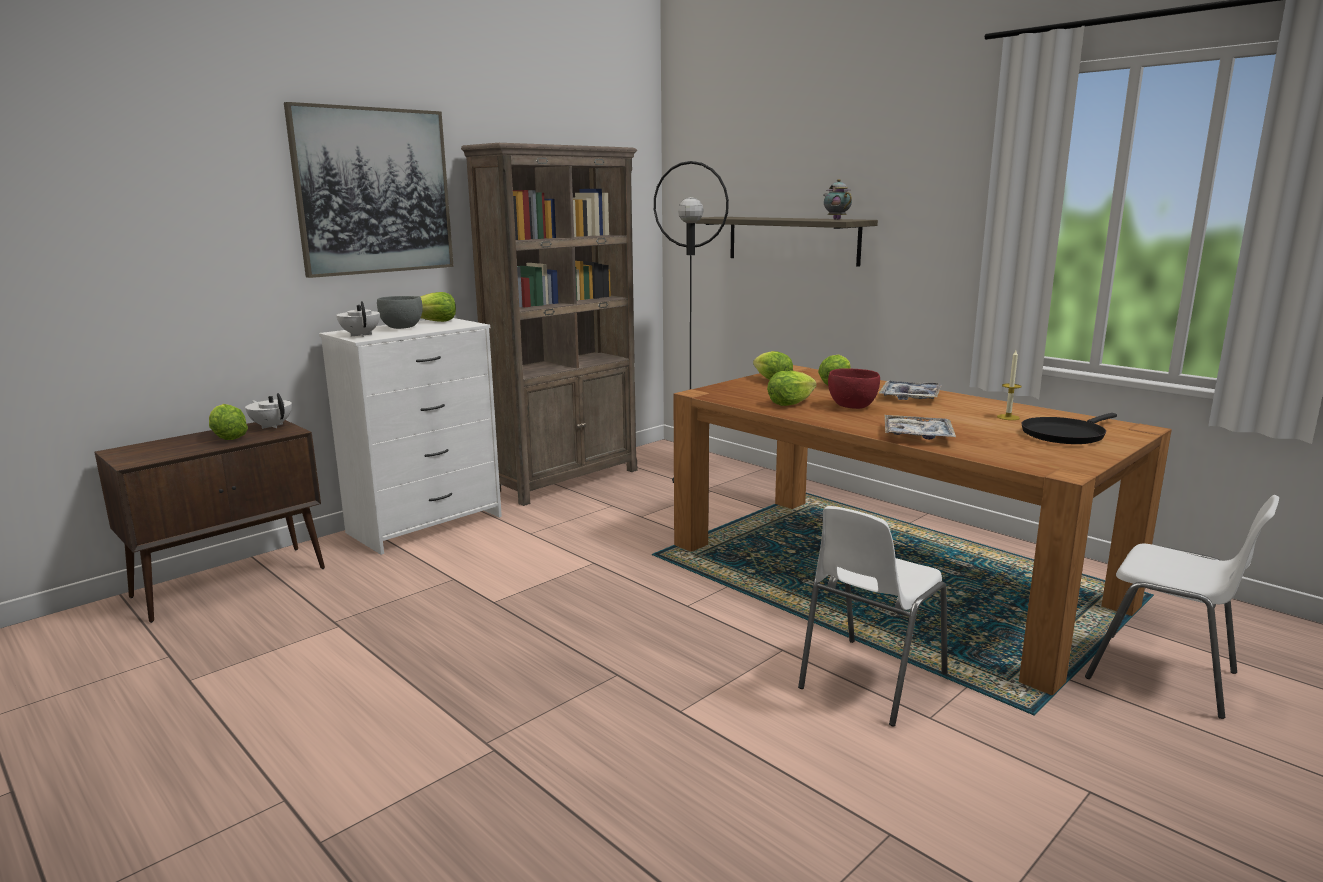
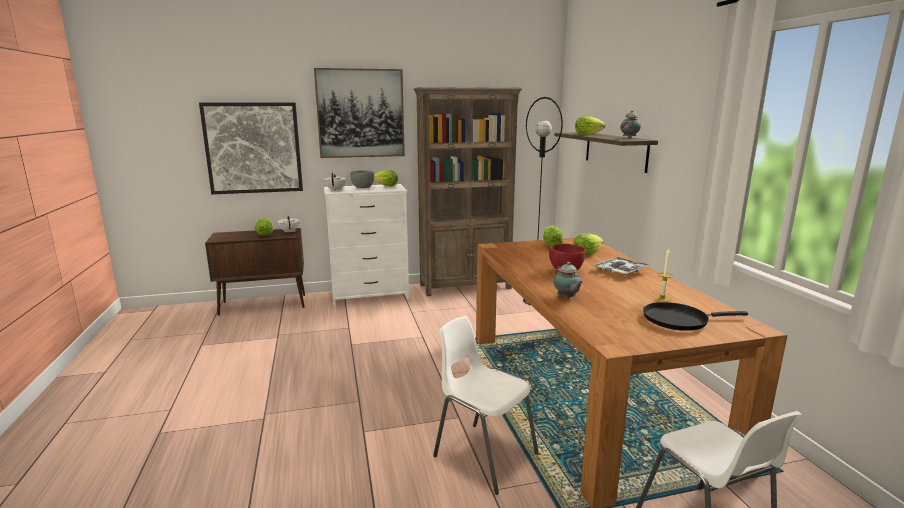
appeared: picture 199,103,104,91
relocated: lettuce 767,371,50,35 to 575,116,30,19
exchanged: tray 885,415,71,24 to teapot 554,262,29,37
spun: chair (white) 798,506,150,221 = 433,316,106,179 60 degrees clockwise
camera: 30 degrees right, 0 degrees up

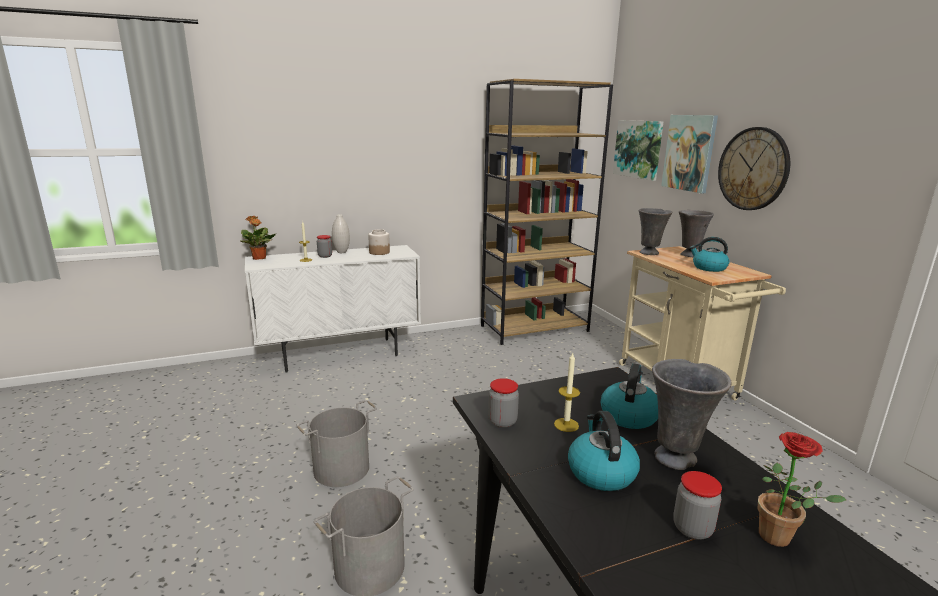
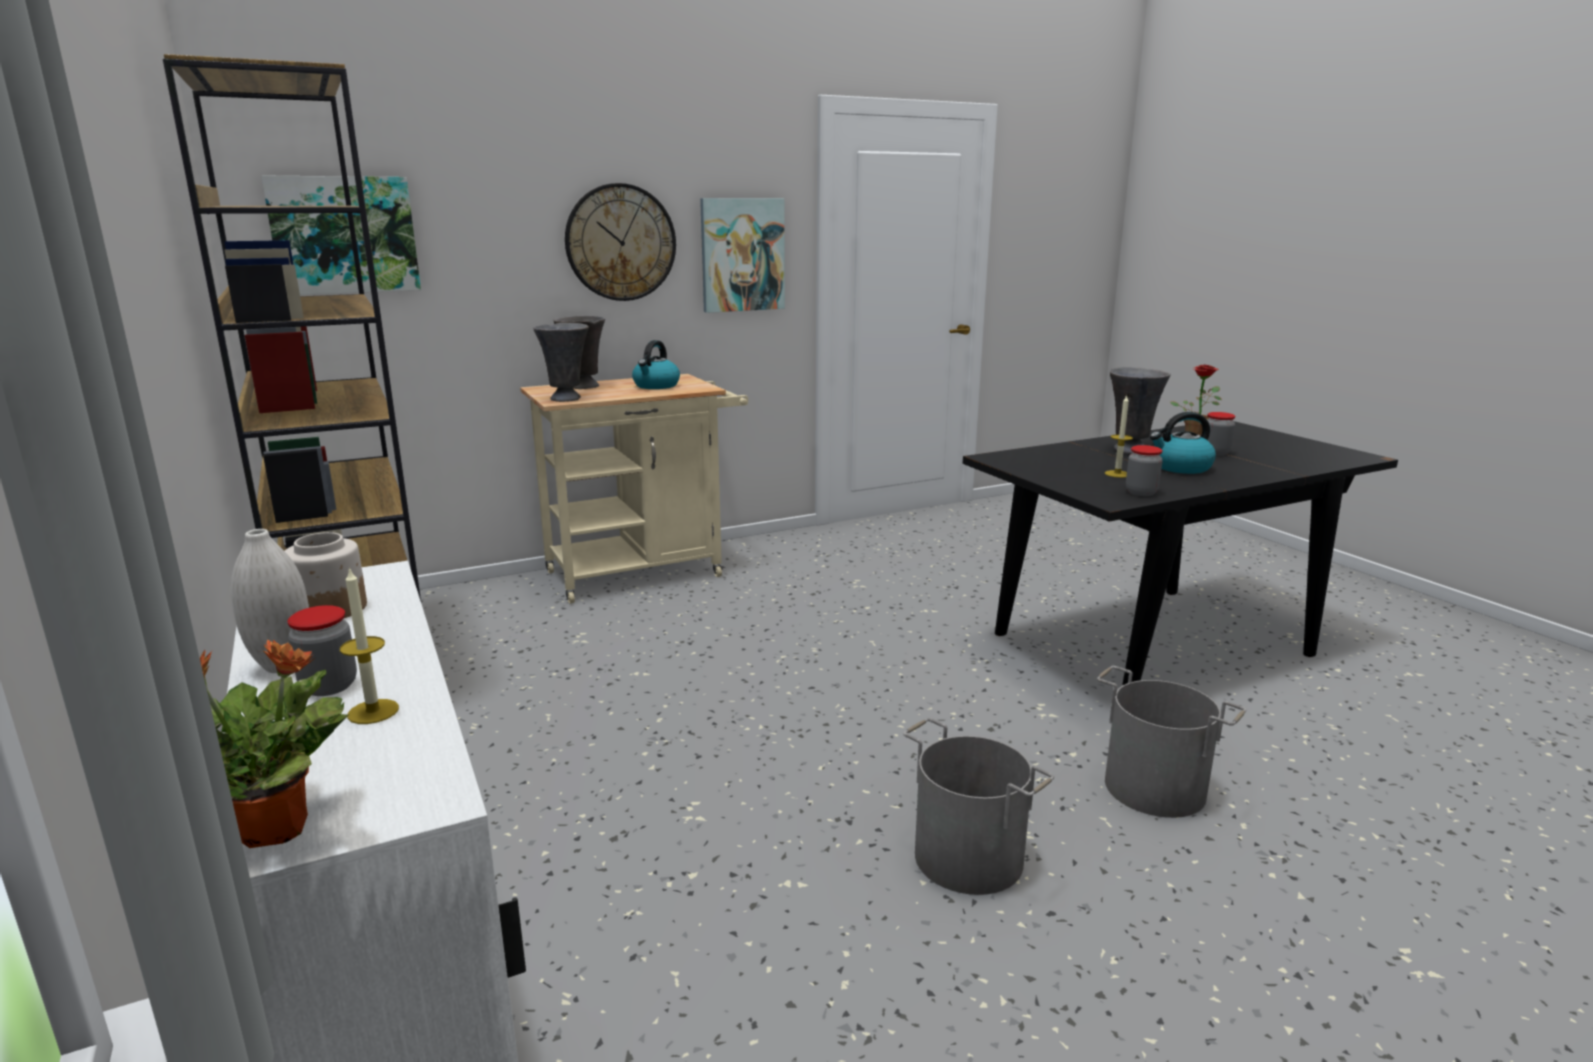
missing: kettle 601,363,57,66
relocated: picture 661,115,57,79 to 700,198,85,115
camera: 95 degrees left, 0 degrees up

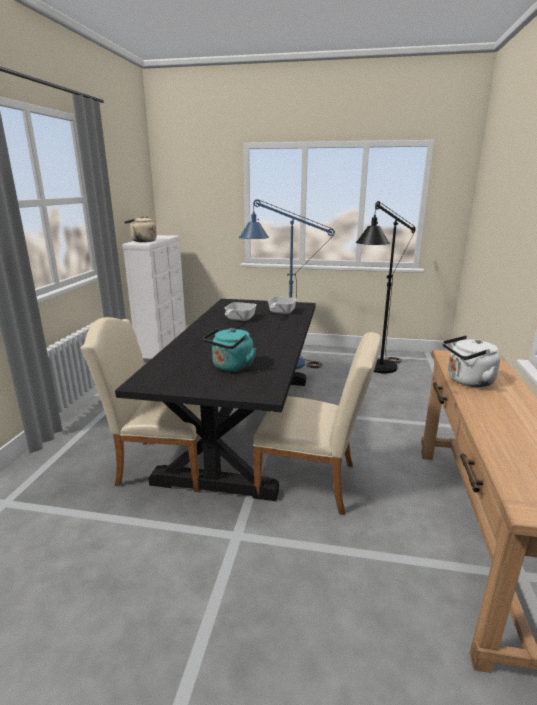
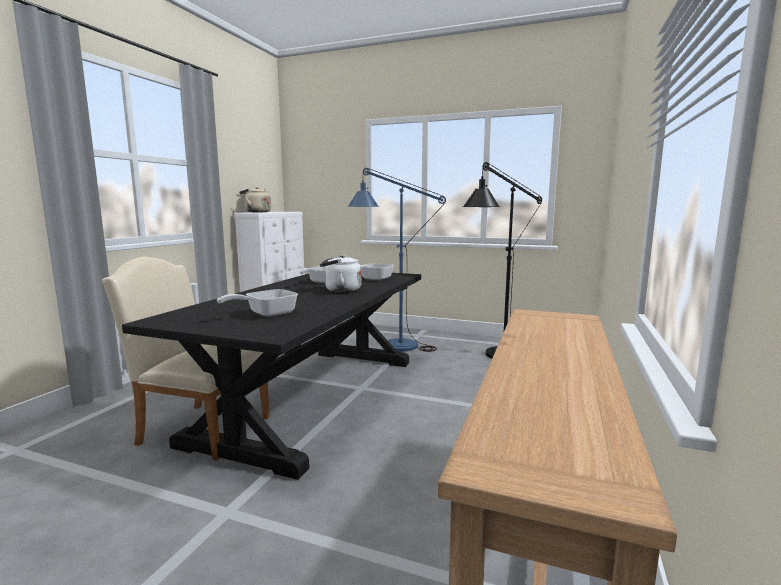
missing: chair (beige) 253,332,128,183
relocated: kettle (white) 443,336,57,51 to 320,255,42,37
exchanged: kettle (turquoise) 203,328,54,44 to frying pan 217,289,81,28
camera: 10 degrees right, 10 degrees down

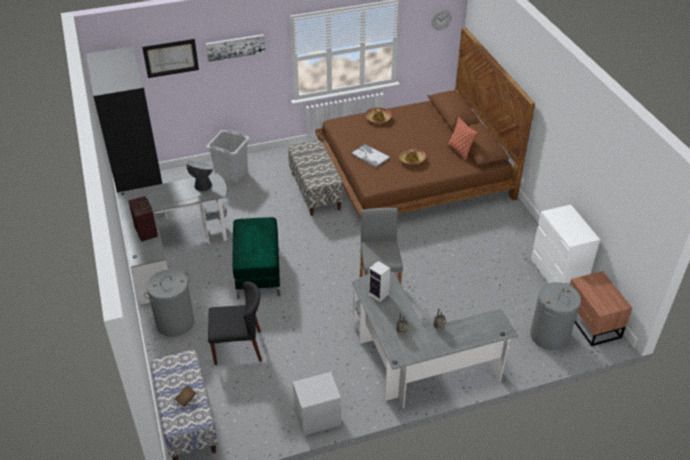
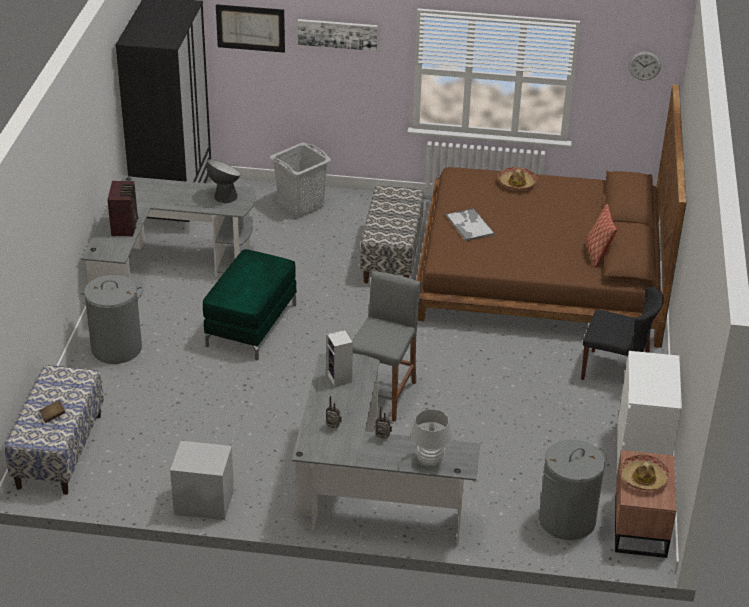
appeared: table lamp (white) 411,409,41,57
relocated: hat 397,147,29,18 to 620,454,50,36; chair (black) 208,281,54,84 to 581,287,83,93
camera: 25 degrees right, 5 degrees down

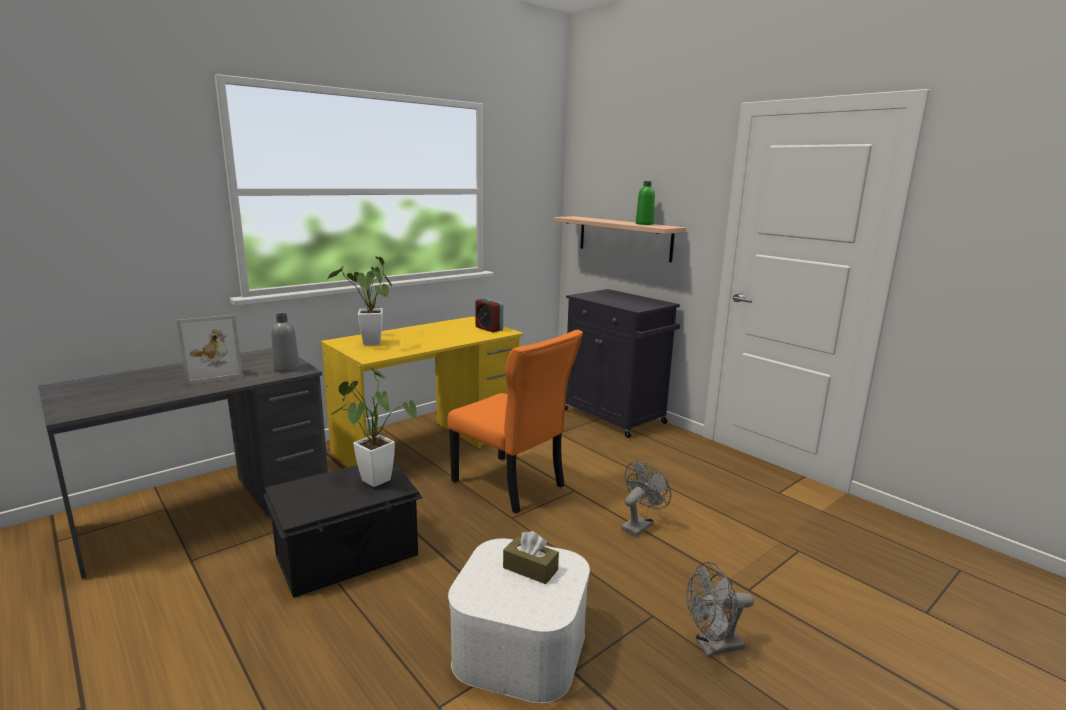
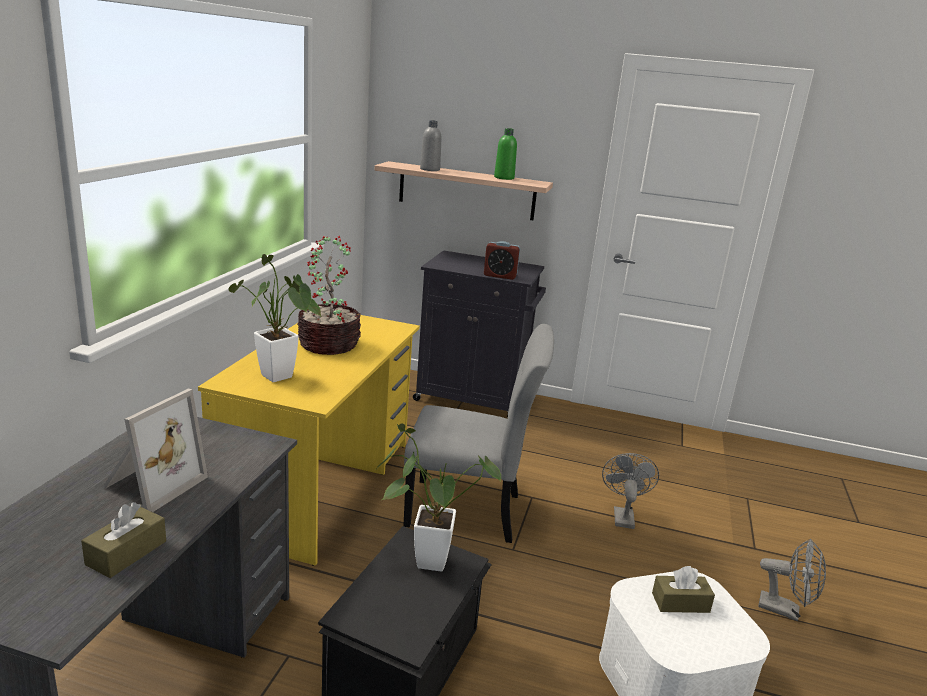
appeared: potted plant 297,236,64,119; tissue box (brown) 81,502,85,76
relocated: alarm clock 475,298,28,34 to 484,241,36,39; bottle (grey) 271,313,29,59 to 420,120,21,51
colour: chair (orange) 447,330,136,184 to chair (grey) 403,324,151,219
spun: fan (grey) 686,562,68,95 = 758,539,68,82 105 degrees counterclockwise
camera: 35 degrees left, 5 degrees up

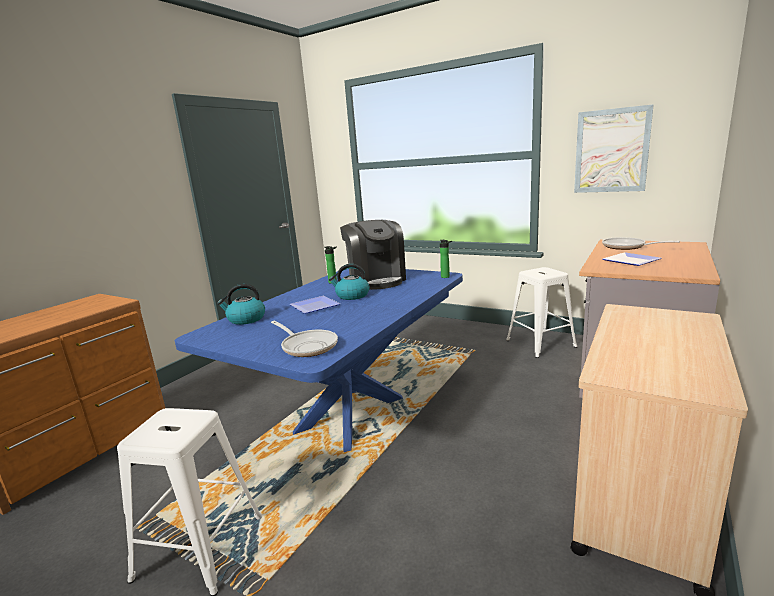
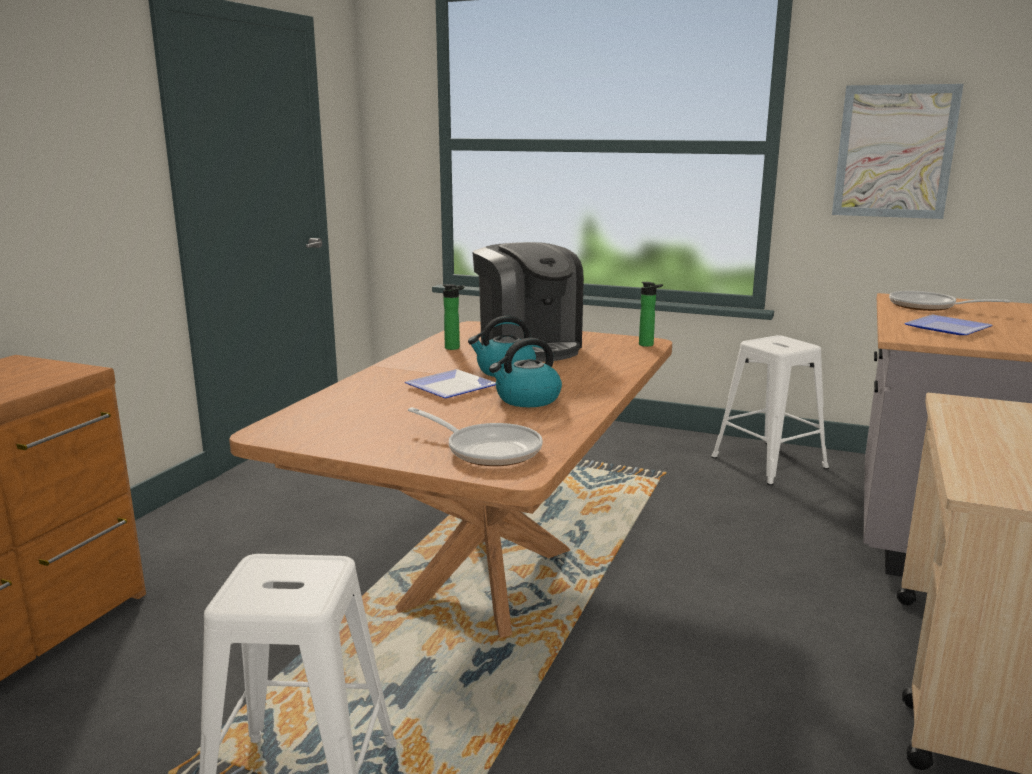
relocated: kettle 217,284,48,41 to 489,338,73,69
colour: dining table (blue) 174,269,289,183 to dining table (brown) 229,321,443,317
camera: 10 degrees left, 0 degrees up

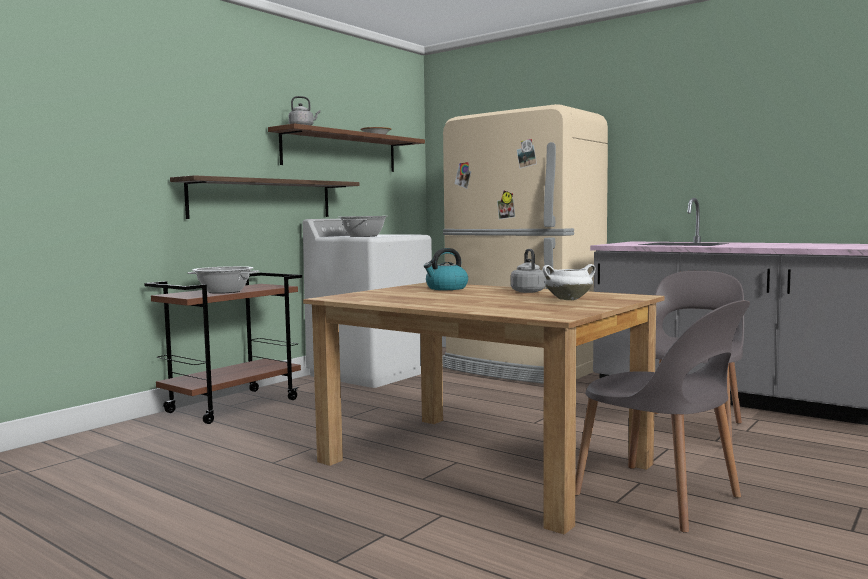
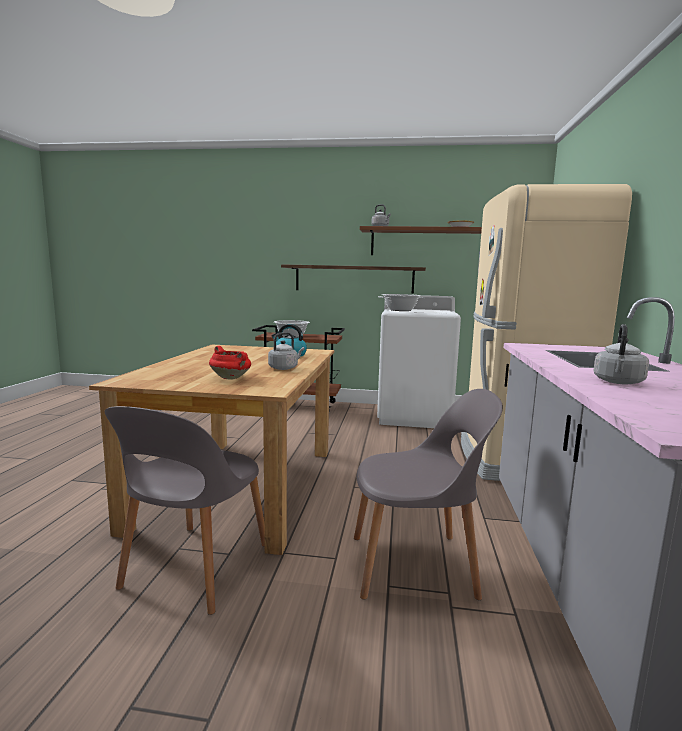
appeared: kettle (grey) 593,324,56,61
colour: cooking pot (white) 542,264,53,36 to cooking pot (red) 209,346,42,34
camera: 60 degrees right, 5 degrees up

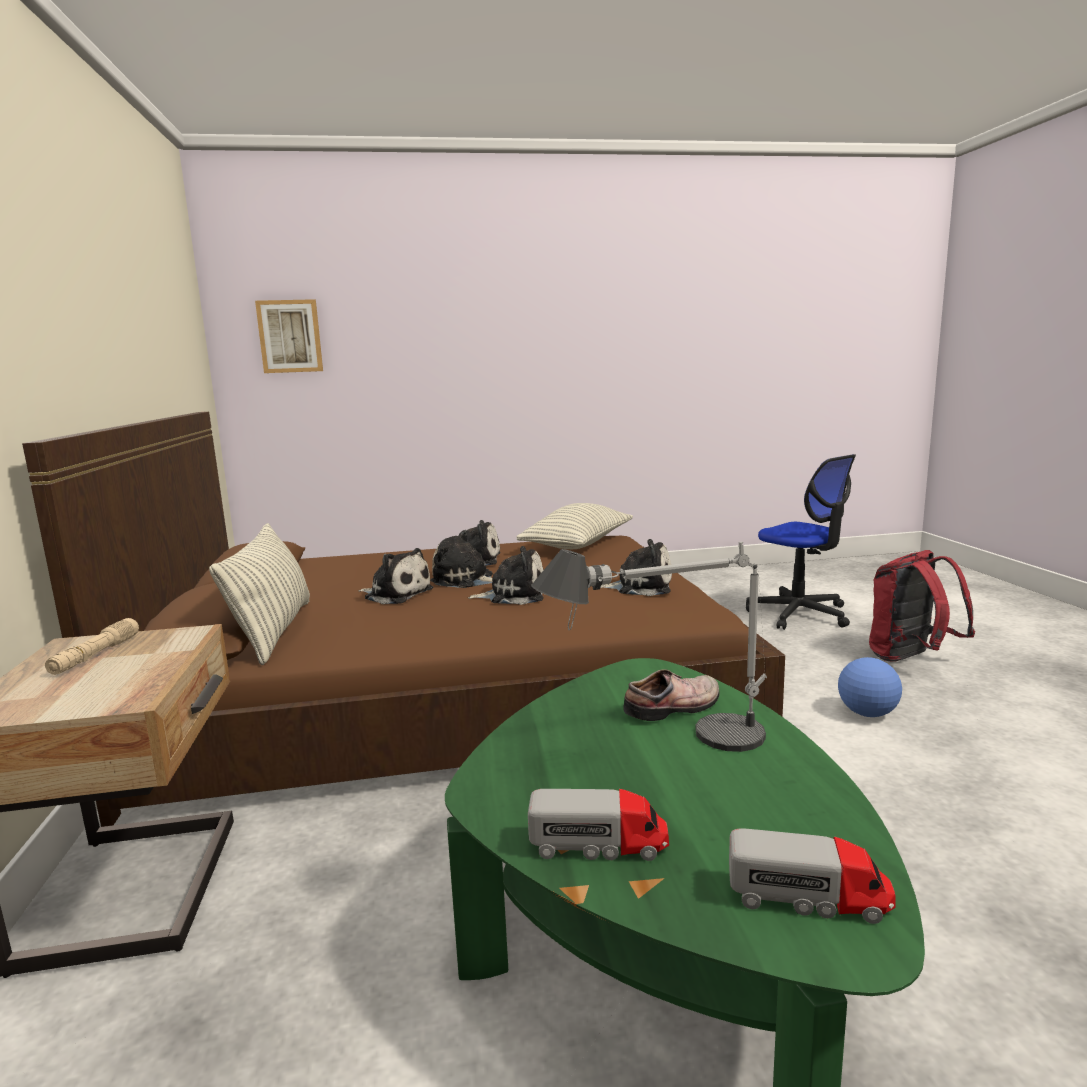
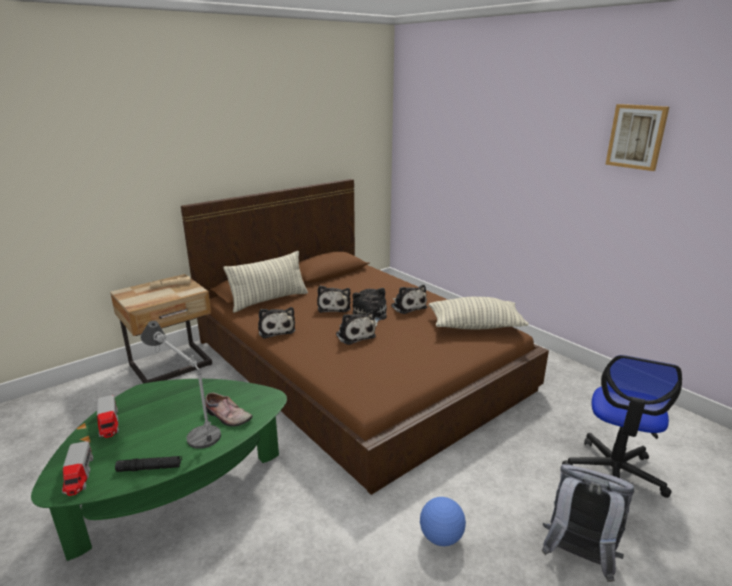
appeared: flashlight (black) 115,456,67,16
relocated: picture 255,299,68,74 to 605,104,64,67; plush toy 600,539,72,57 to 258,307,38,32
colour: backpack (red) 869,550,106,112 to backpack (grey) 542,464,92,118
camera: 60 degrees right, 10 degrees up

